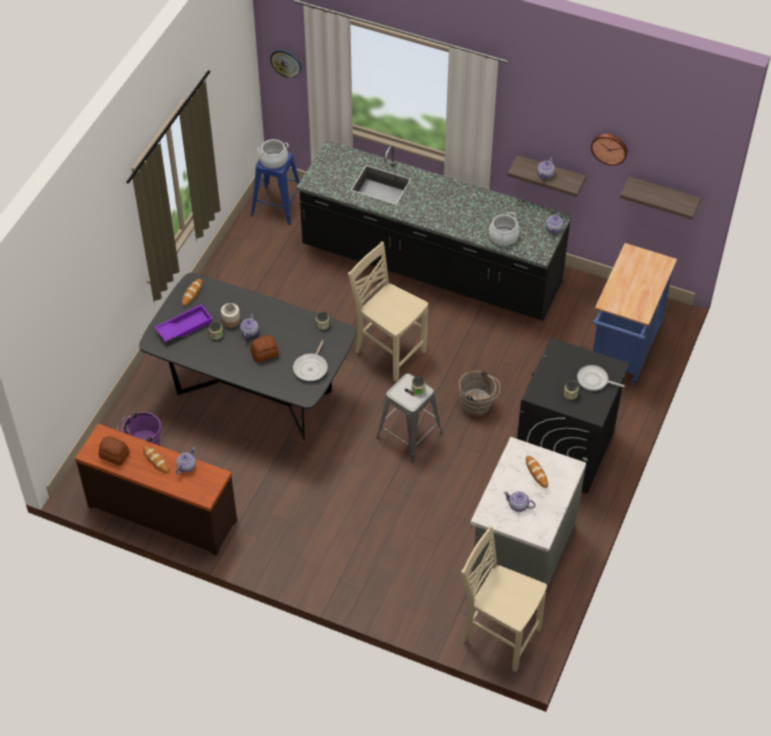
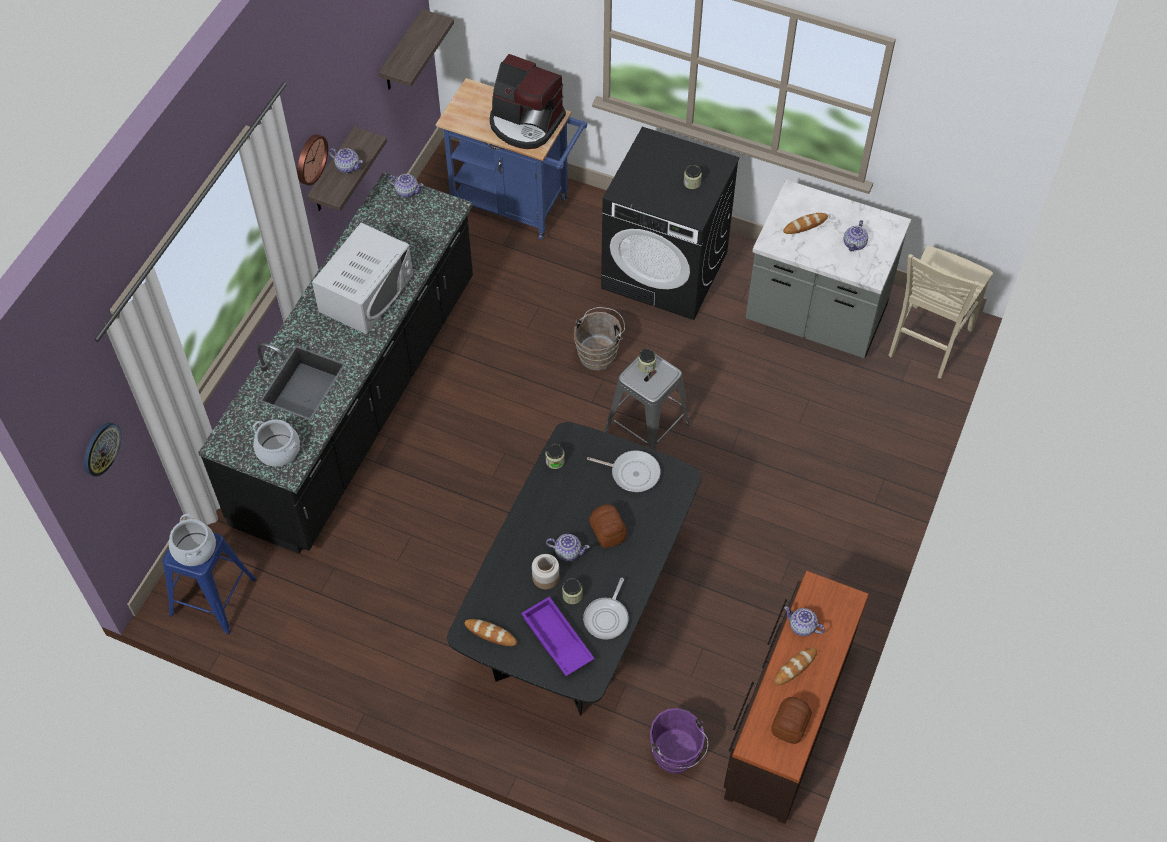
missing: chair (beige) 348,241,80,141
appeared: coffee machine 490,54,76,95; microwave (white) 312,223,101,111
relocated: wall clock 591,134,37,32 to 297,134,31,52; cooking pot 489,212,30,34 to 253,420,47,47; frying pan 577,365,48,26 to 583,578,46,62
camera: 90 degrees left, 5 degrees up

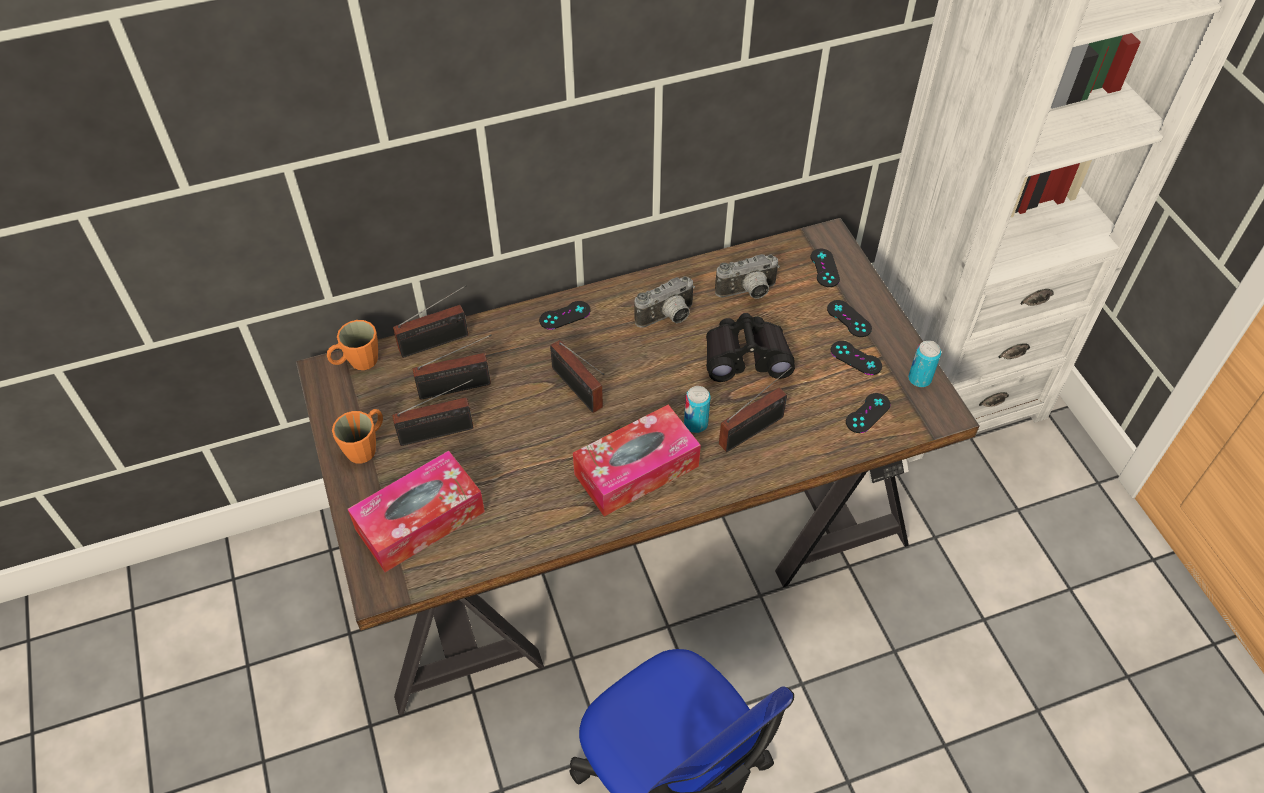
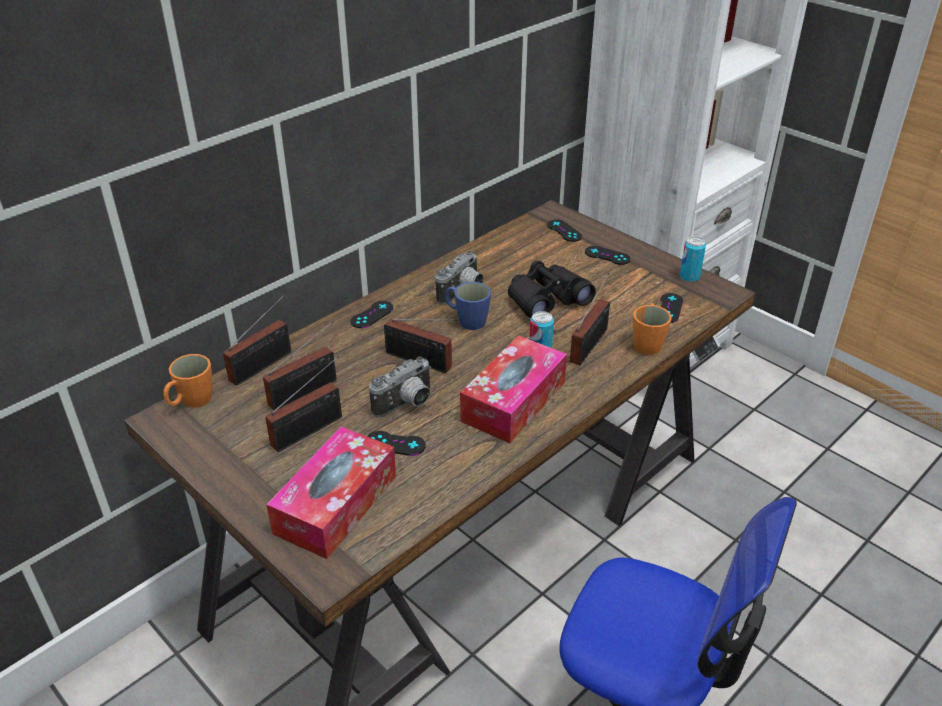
appeared: mug (blue) 445,282,46,48
relocated: photo camera 715,254,65,45 to 369,356,62,62; game controller (black) 831,341,51,34 to 367,431,59,25; mug (orange) 332,409,51,54 to 633,303,39,52
camera: 25 degrees left, 15 degrees down

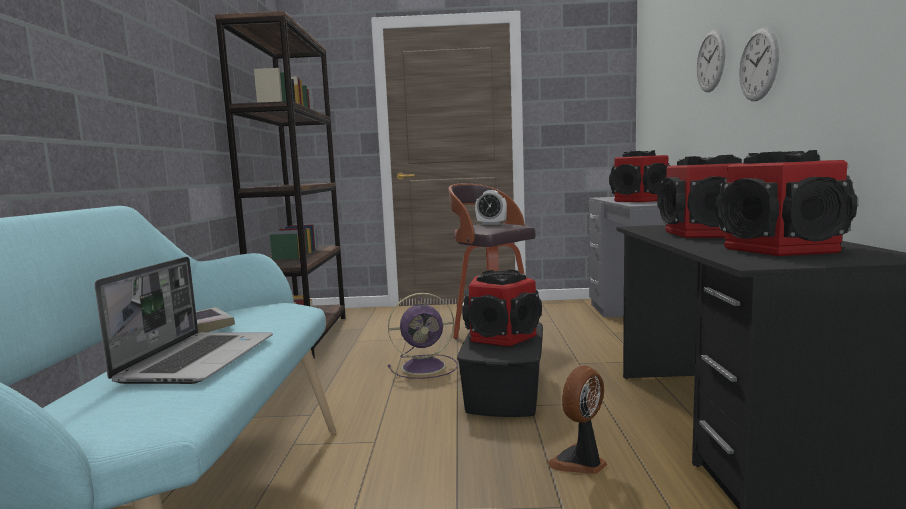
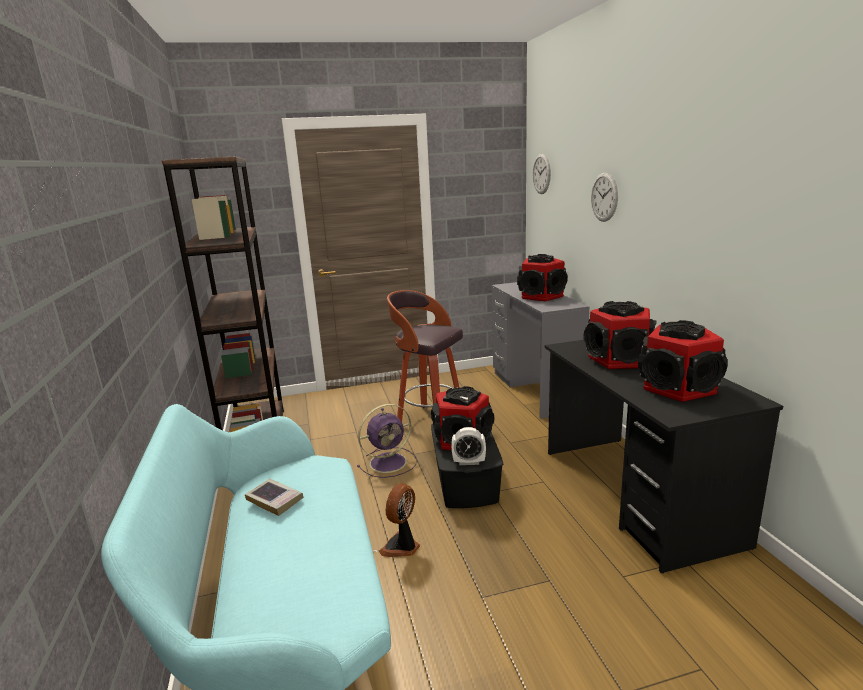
missing: laptop 95,257,178,127
relocated: wall clock 739,27,40,74 to 533,154,18,40; alarm clock 475,190,32,35 to 452,427,34,38; fan 547,365,60,109 to 379,483,41,74
camera: 15 degrees left, 10 degrees up

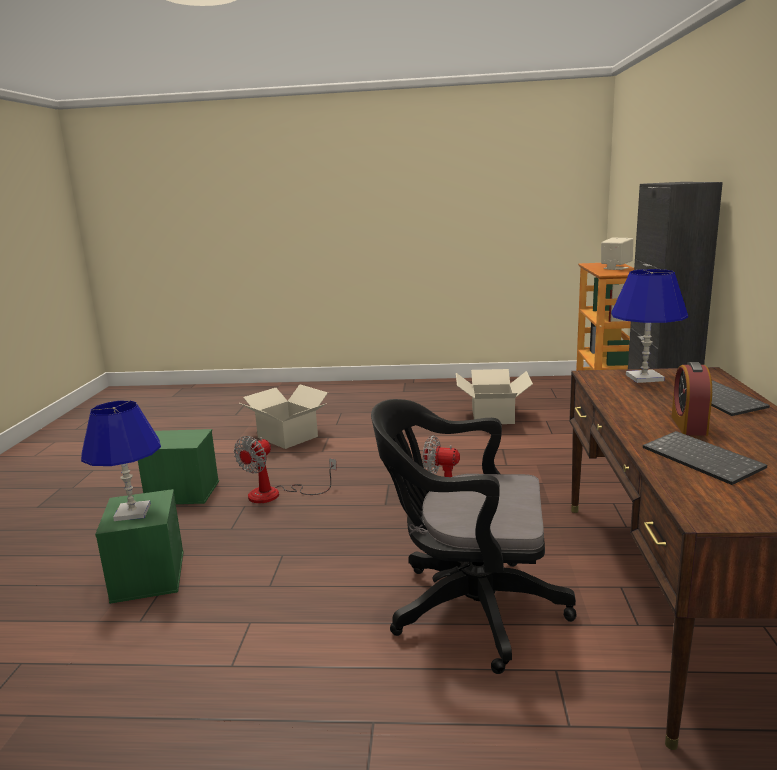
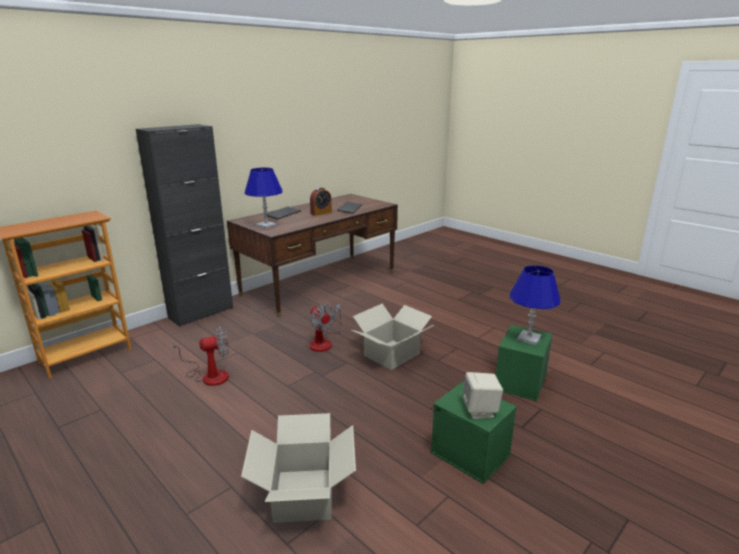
missing: office chair (black) 371,399,206,275
relocated: speaker (beige) 601,238,32,32 to 462,372,41,47; cardboard box 456,369,77,55 to 352,304,82,66; fan 234,436,103,67 to 173,326,56,60
camera: 140 degrees left, 5 degrees up

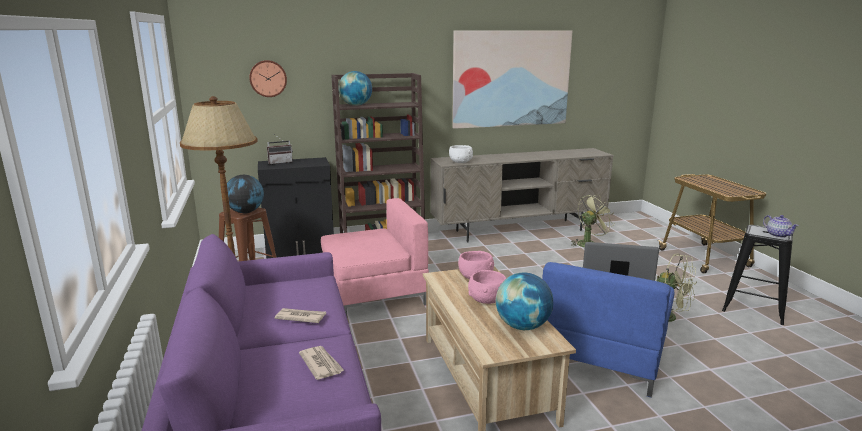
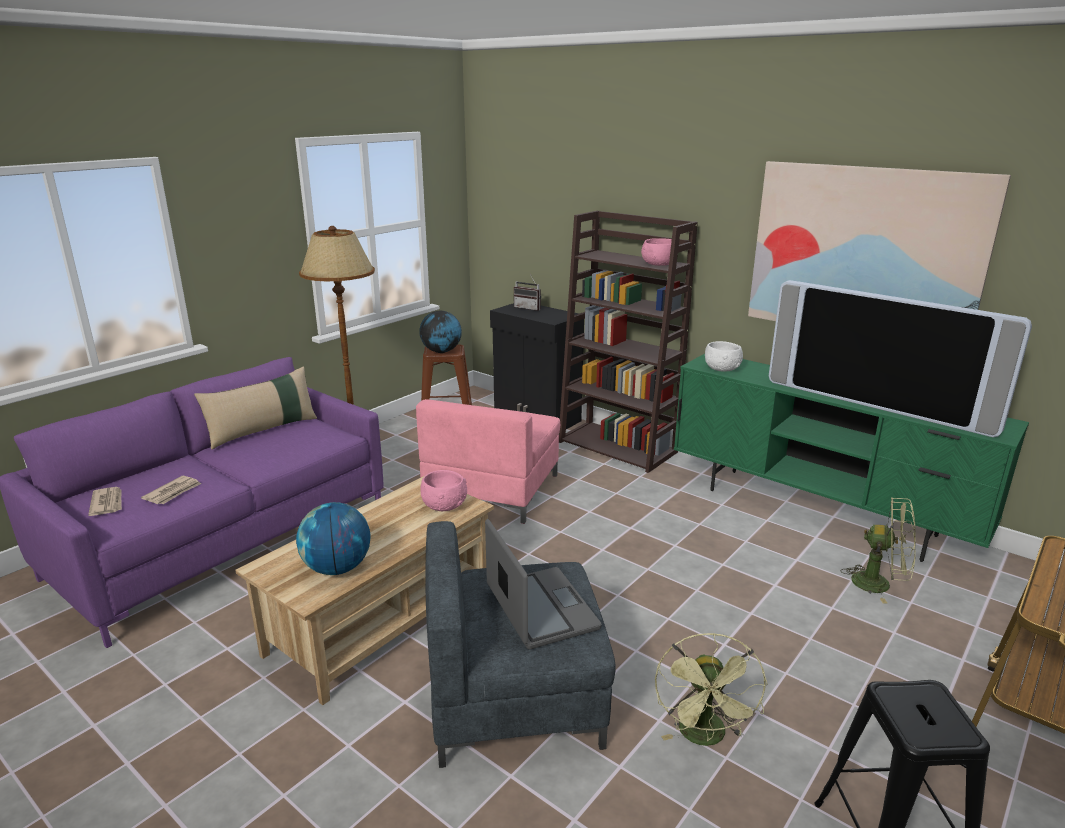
missing: wall clock 249,60,38,37; globe 338,71,34,35; teapot 763,215,36,23
appeared: television 769,280,263,157; pillow (beige) 194,366,123,83
relocated: bowl (pink) 468,270,38,34 to 641,238,31,28; newspaper 274,308,52,15 to 88,487,34,29
colour: tv stand (beige) 431,148,183,95 to tv stand (green) 674,354,355,208; armchair (blue) 542,262,132,136 to armchair (grey) 425,521,191,247
spun: armchair (pink) 321,198,108,119 = 416,399,144,125 75 degrees clockwise
camera: 55 degrees right, 5 degrees up

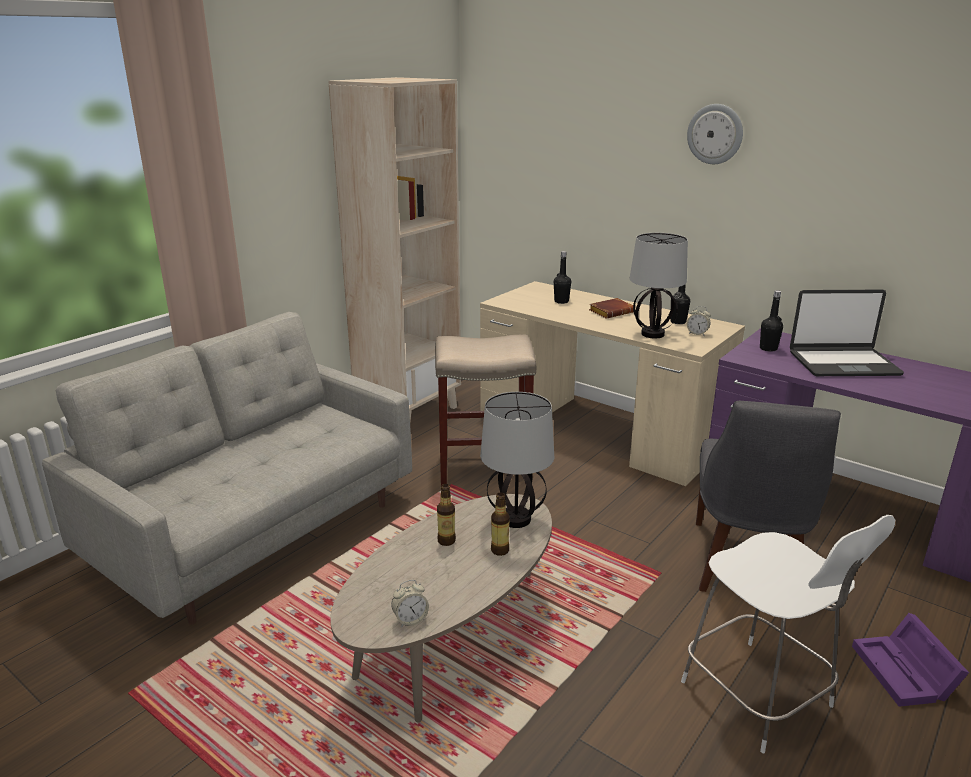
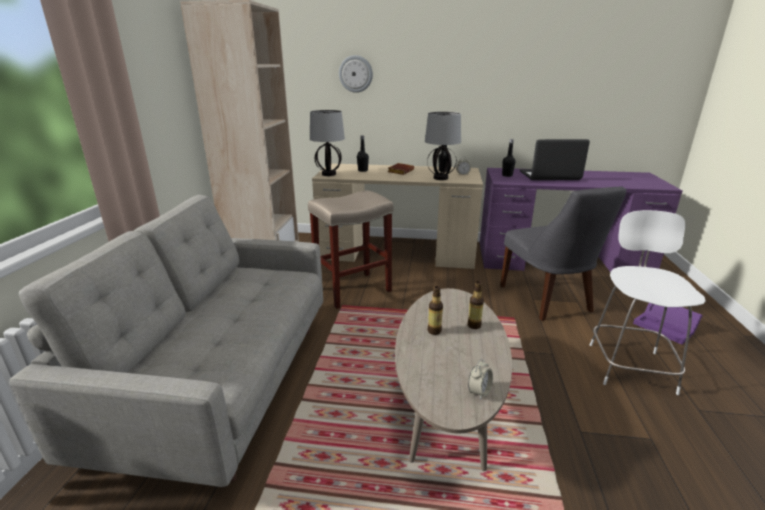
relocated: wall clock 687,104,56,60 to 339,55,34,38; table lamp 480,392,74,136 to 310,110,35,66
spun: laptop 790,290,114,86 = 520,139,70,41 150 degrees counterclockwise; chair (white) 681,515,214,238 = 590,210,116,185 105 degrees counterclockwise
camera: 30 degrees left, 0 degrees up

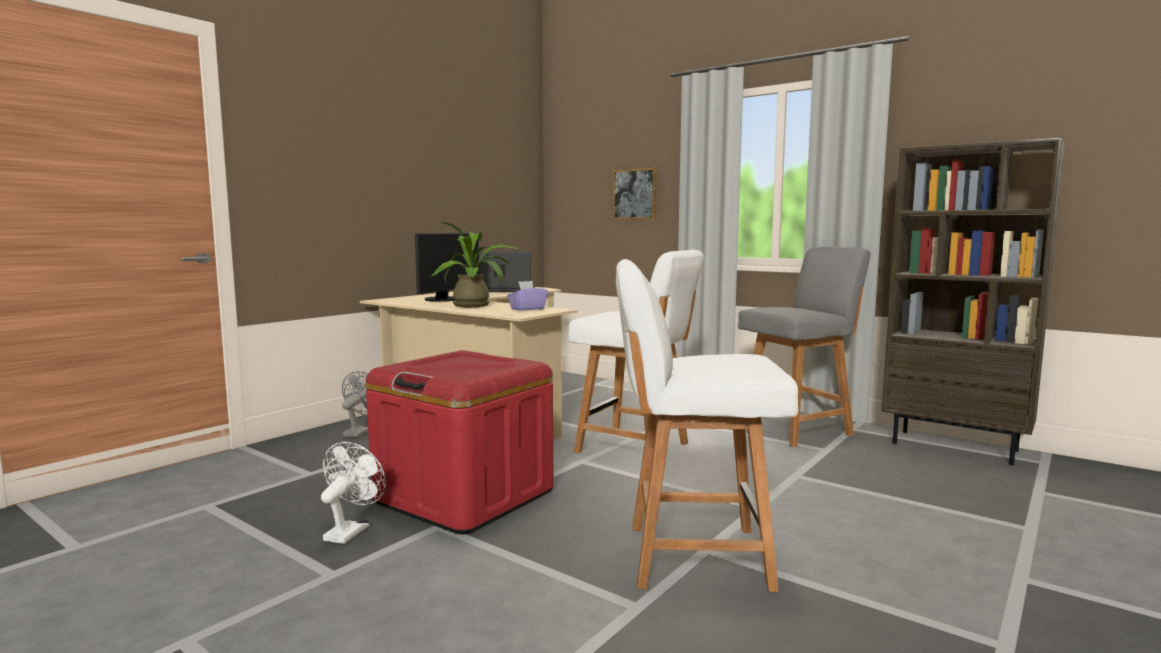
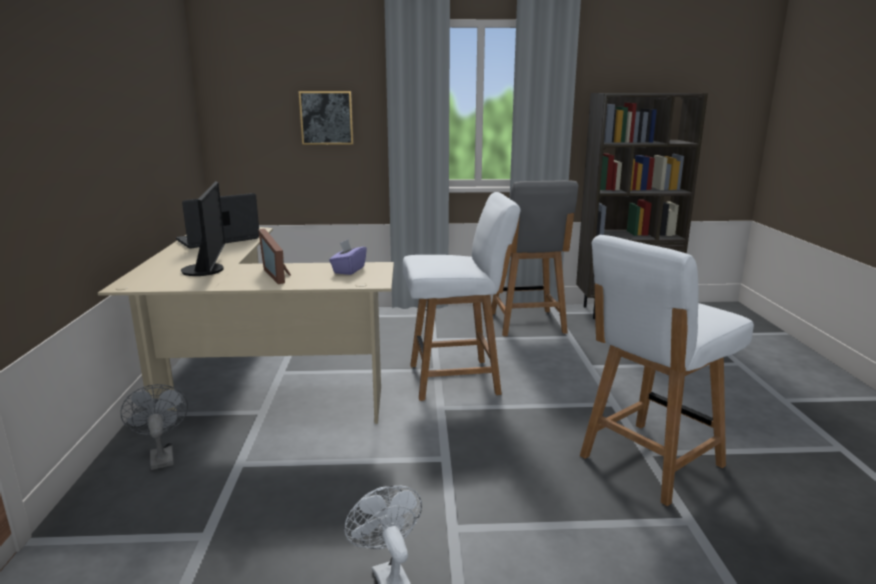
missing: storage box (red) 366,350,188,184
exchanged: potted plant 430,222,89,85 to picture frame 258,229,33,55
spun: chair (grey) 738,247,133,200 = 491,180,87,156 150 degrees clockwise
camera: 40 degrees left, 10 degrees up

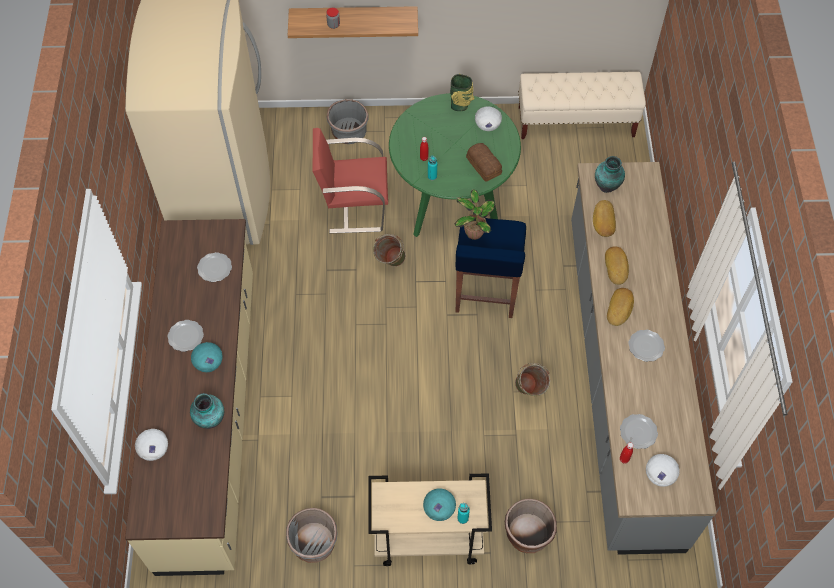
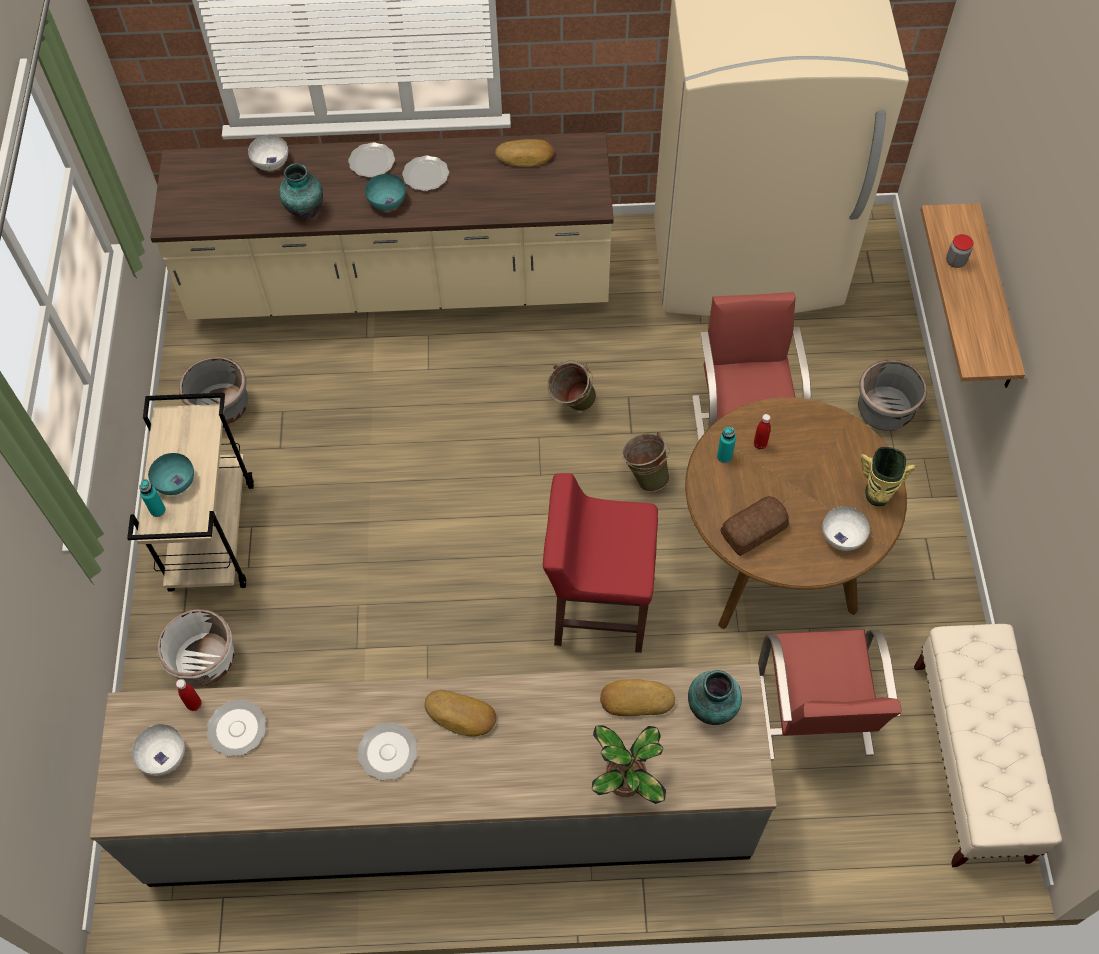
appeared: chair (red) 758,629,143,131
relocated: potted plant 455,189,40,51 to 592,725,74,79; bread 605,246,24,39 to 495,139,59,28; plate 197,252,35,30 to 348,143,47,35; bucket (green) 515,363,35,33 to 548,361,48,50
colour: dining table (green) 389,93,132,144 to dining table (brown) 685,397,222,232; stool (blue) 455,218,71,100 to stool (red) 543,473,115,180; planter (brown) 505,499,52,54 to planter (white) 157,609,77,77
camera: 90 degrees right, 0 degrees up

